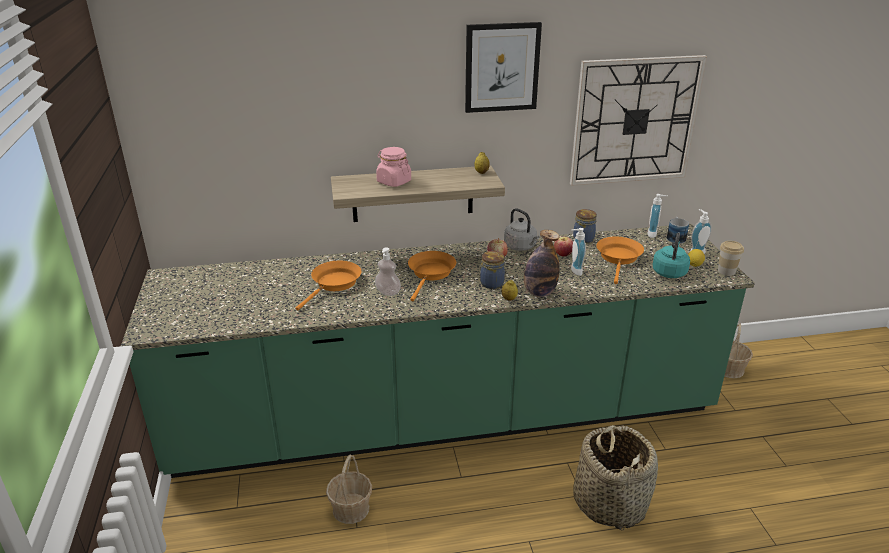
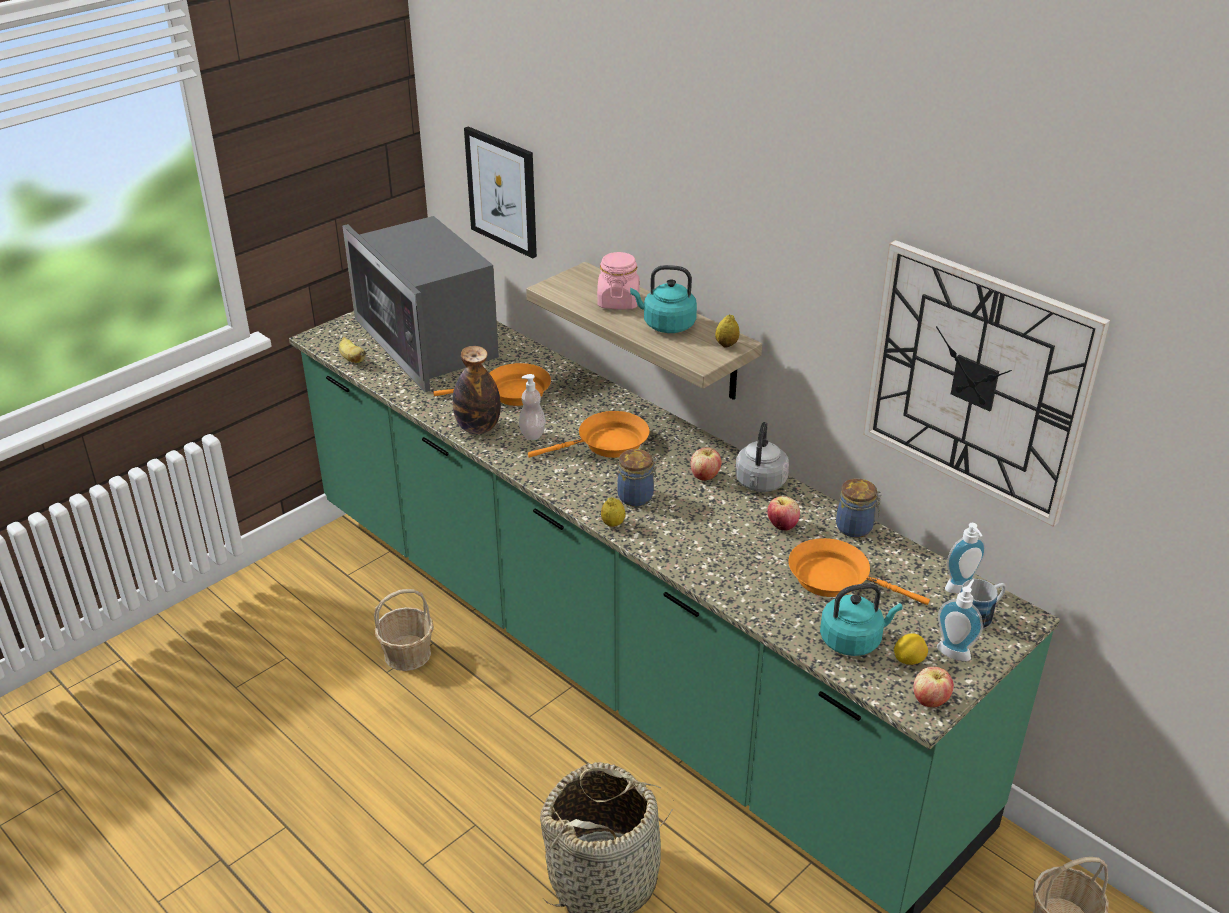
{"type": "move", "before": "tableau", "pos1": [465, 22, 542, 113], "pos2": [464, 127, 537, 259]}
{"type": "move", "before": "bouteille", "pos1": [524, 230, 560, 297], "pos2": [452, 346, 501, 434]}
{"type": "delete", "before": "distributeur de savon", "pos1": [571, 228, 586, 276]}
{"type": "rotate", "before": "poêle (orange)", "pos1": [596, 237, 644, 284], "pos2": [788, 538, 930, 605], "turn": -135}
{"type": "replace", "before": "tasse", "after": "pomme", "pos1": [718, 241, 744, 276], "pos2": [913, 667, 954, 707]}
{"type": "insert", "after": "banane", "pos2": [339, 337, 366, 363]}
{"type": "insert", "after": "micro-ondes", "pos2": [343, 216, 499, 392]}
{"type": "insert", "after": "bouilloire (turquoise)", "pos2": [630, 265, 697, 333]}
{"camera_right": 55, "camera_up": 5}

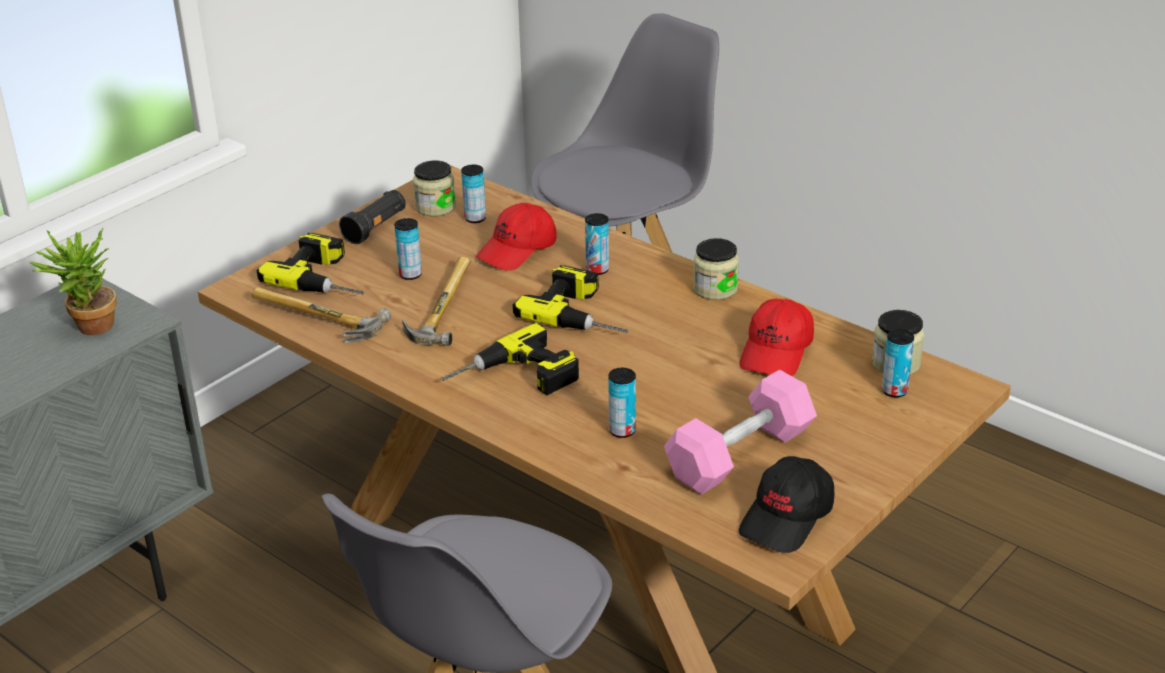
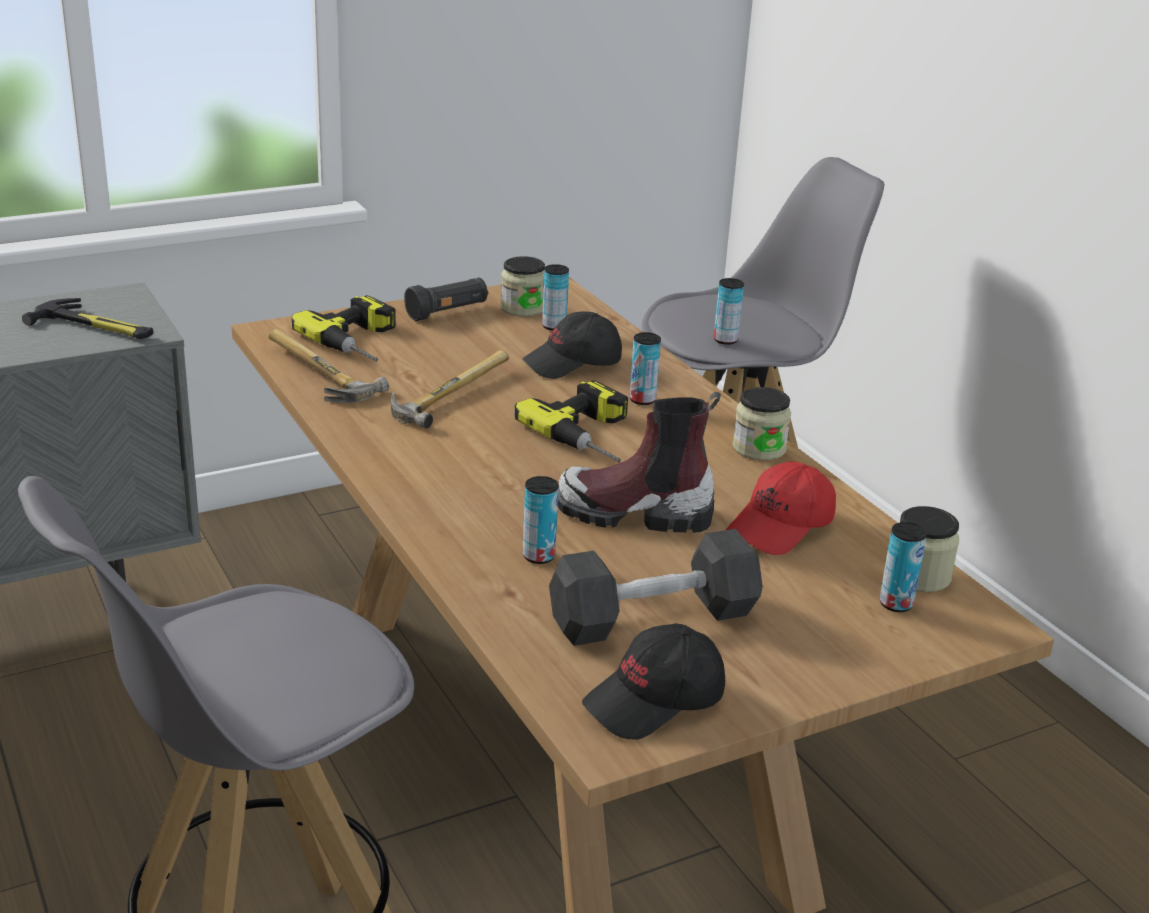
{"type": "replace", "before": "plante en pot", "after": "marteau", "pos1": [29, 227, 117, 335], "pos2": [22, 298, 153, 339]}
{"type": "move", "before": "boîte métallique", "pos1": [394, 218, 422, 280], "pos2": [714, 278, 744, 345]}
{"type": "delete", "before": "perceuse", "pos1": [442, 323, 579, 395]}
{"type": "recolor", "before": "casquette (rouge)", "after": "casquette (noir)", "pos1": [476, 203, 557, 271], "pos2": [523, 311, 622, 379]}
{"type": "recolor", "before": "haltère (rose)", "after": "haltère (noir)", "pos1": [664, 370, 817, 495], "pos2": [549, 529, 763, 646]}
{"type": "insert", "after": "botte", "pos2": [558, 392, 721, 533]}
{"camera_right": 20, "camera_up": -5}

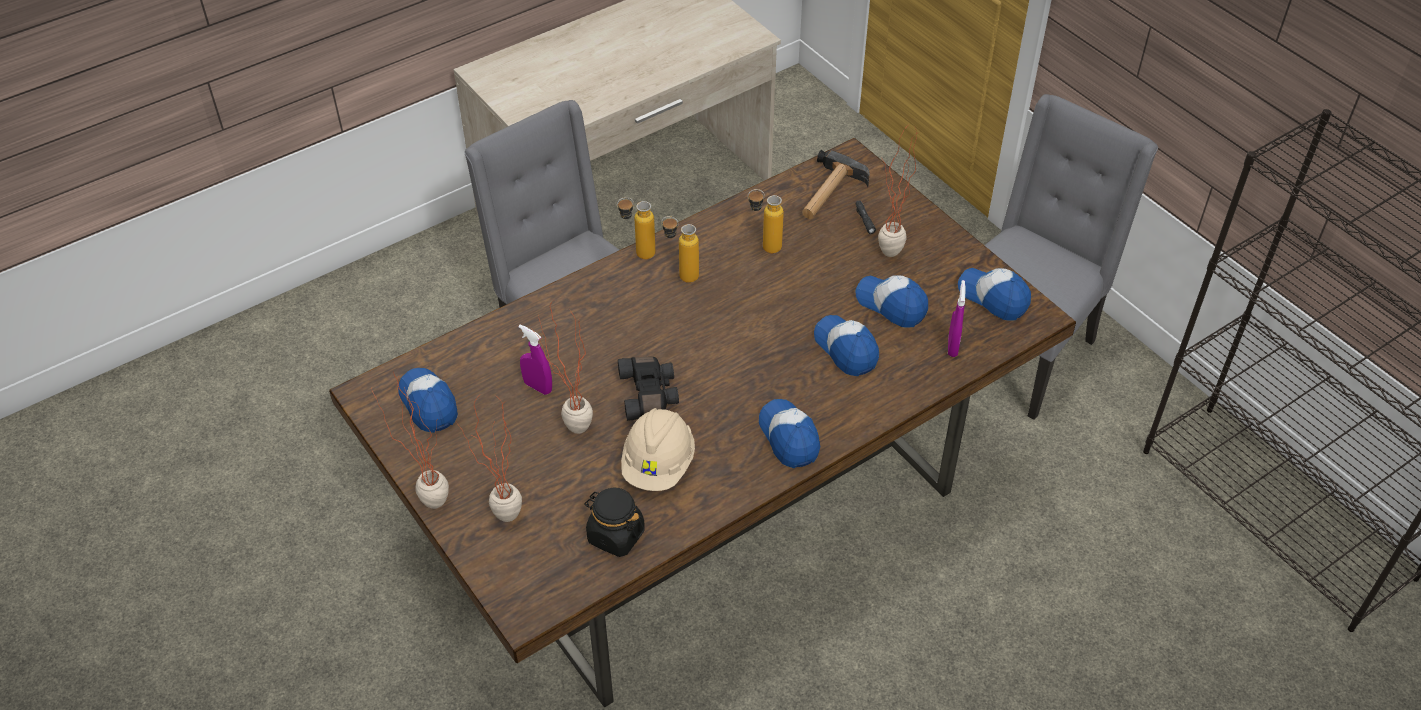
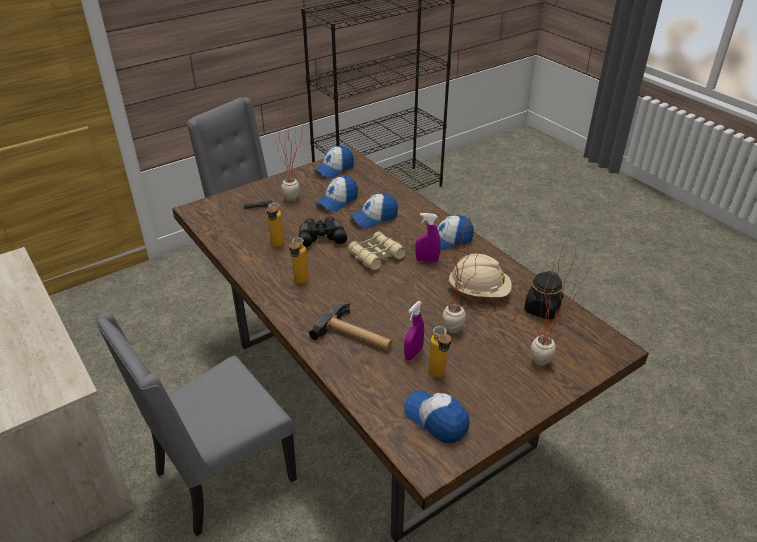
{"type": "delete", "before": "plante en pot", "pos1": [371, 371, 449, 509]}
{"type": "rotate", "before": "casquette", "pos1": [398, 368, 458, 433], "pos2": [404, 390, 470, 443], "turn": 75}
{"type": "move", "before": "bouteille", "pos1": [617, 197, 655, 259], "pos2": [428, 326, 451, 377]}
{"type": "move", "before": "jumelles (noir)", "pos1": [618, 357, 679, 421], "pos2": [299, 217, 347, 248]}
{"type": "move", "before": "marteau", "pos1": [802, 150, 870, 219], "pos2": [309, 303, 393, 350]}
{"type": "move", "before": "vaporisateur (violet)", "pos1": [948, 280, 966, 357], "pos2": [415, 213, 441, 262]}
{"type": "insert", "after": "jumelles (beige)", "pos2": [348, 231, 406, 270]}
{"camera_right": -90, "camera_up": -10}

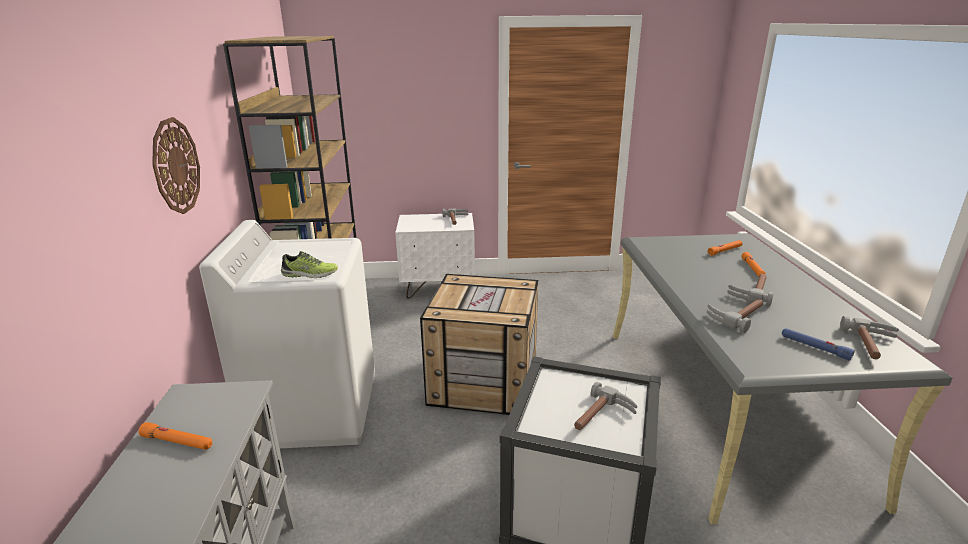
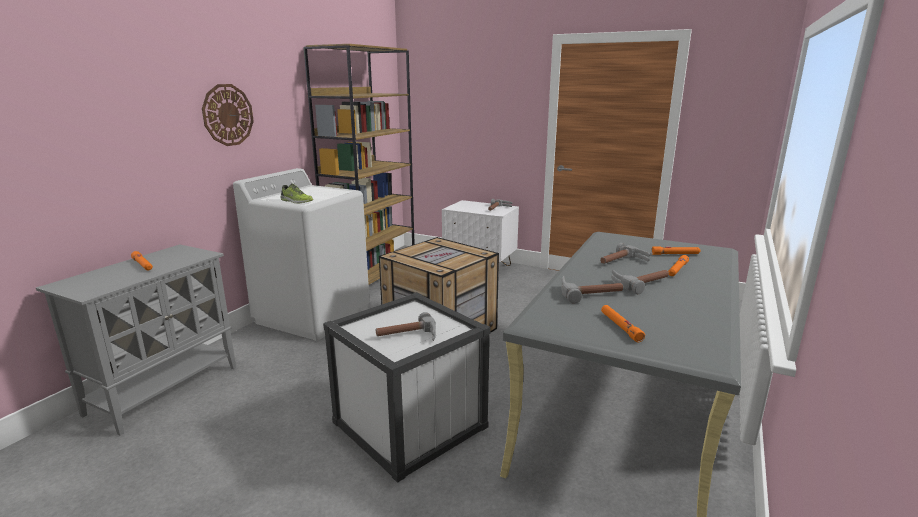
{"type": "recolor", "before": "lampe de poche (bleu)", "after": "lampe de poche (orange)", "pos1": [782, 328, 855, 361], "pos2": [601, 305, 645, 342]}
{"type": "move", "before": "marteau", "pos1": [840, 316, 899, 359], "pos2": [600, 243, 650, 264]}
{"camera_right": 30, "camera_up": -5}

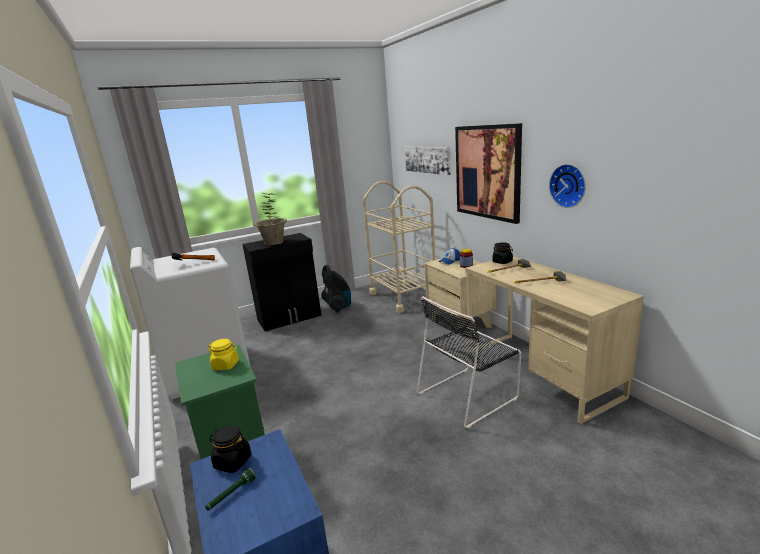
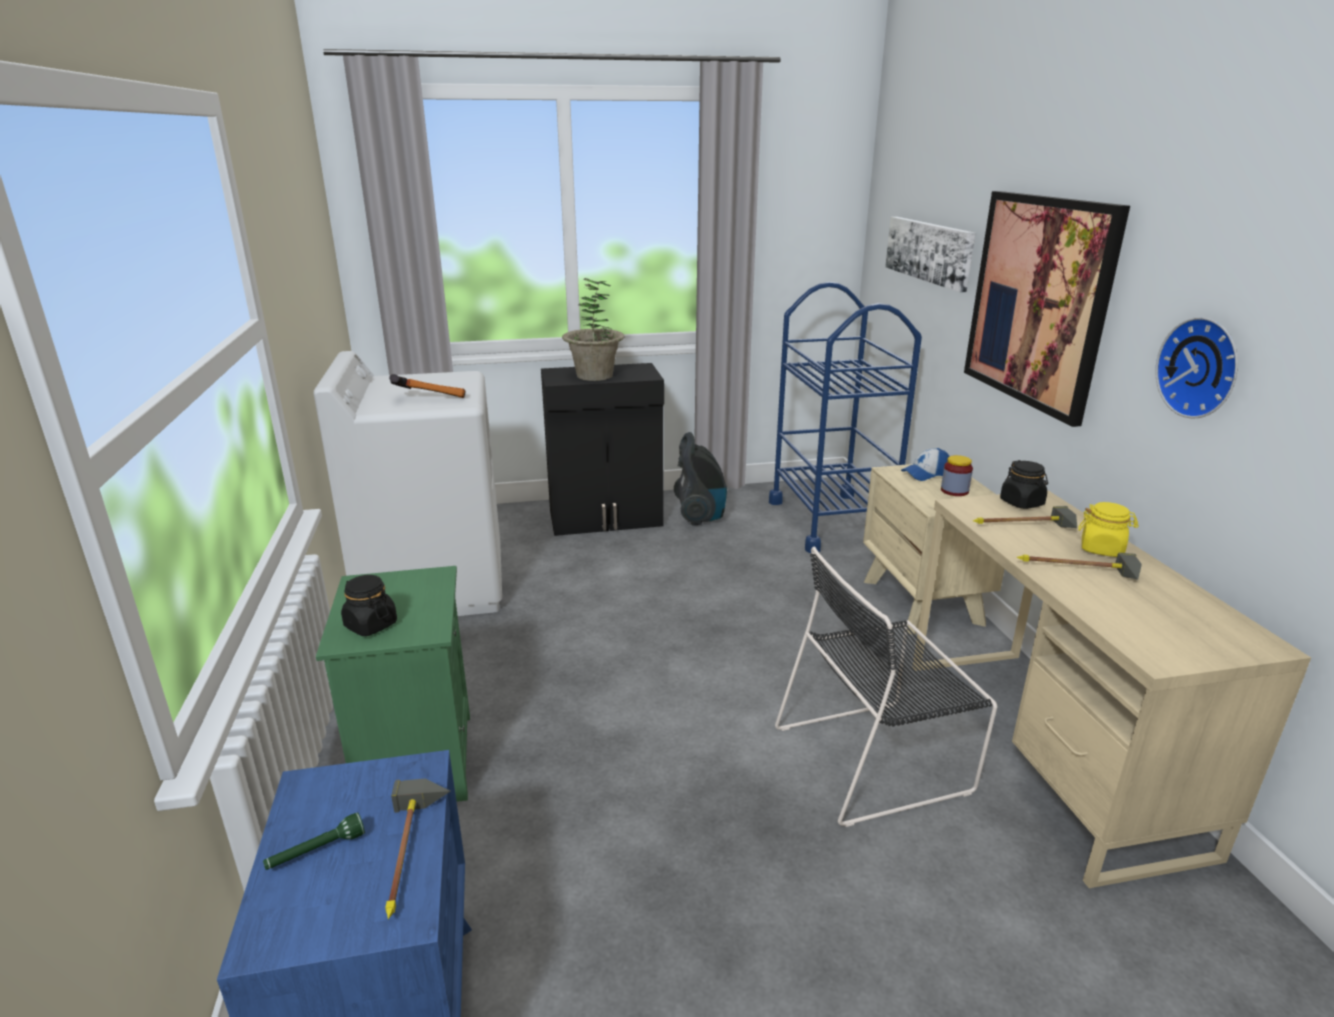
{"type": "move", "before": "bocal (jaune)", "pos1": [208, 339, 239, 370], "pos2": [1078, 502, 1138, 557]}
{"type": "move", "before": "bocal (noir)", "pos1": [209, 425, 252, 473], "pos2": [341, 575, 397, 636]}
{"type": "recolor", "before": "chariot (beige)", "after": "chariot (bleu)", "pos1": [363, 181, 435, 313], "pos2": [769, 282, 922, 553]}
{"type": "insert", "after": "marteau", "pos2": [385, 779, 451, 919]}
{"camera_right": 15, "camera_up": 5}

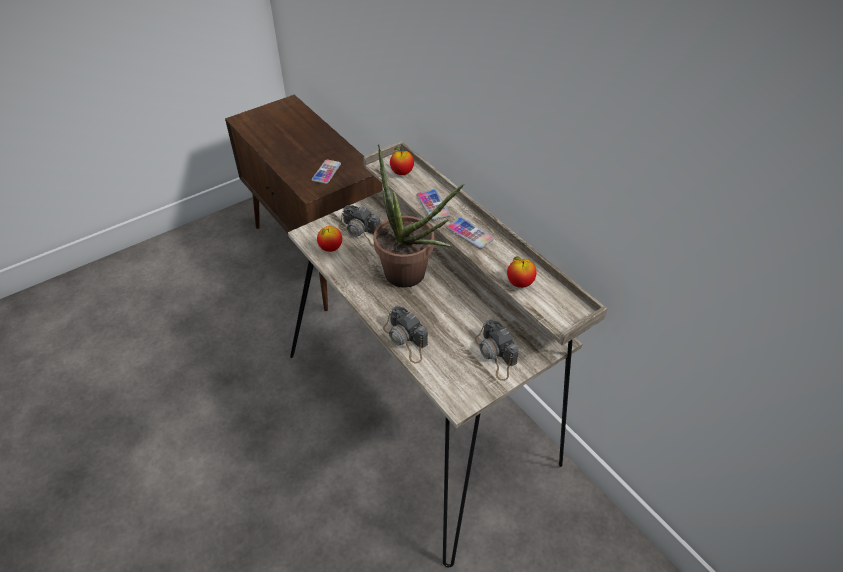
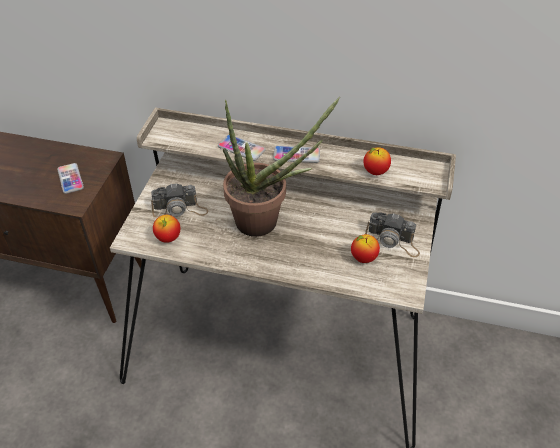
{"type": "delete", "before": "appareil photo", "pos1": [383, 305, 428, 364]}
{"type": "move", "before": "pomme", "pos1": [390, 147, 414, 175], "pos2": [351, 234, 380, 263]}
{"camera_right": -40, "camera_up": 0}

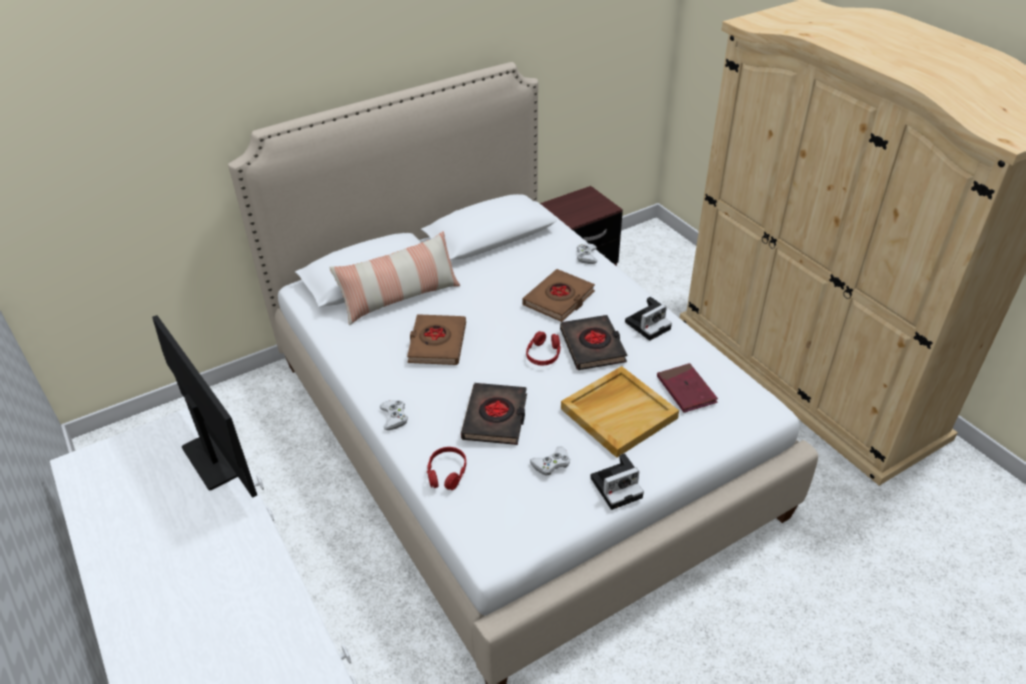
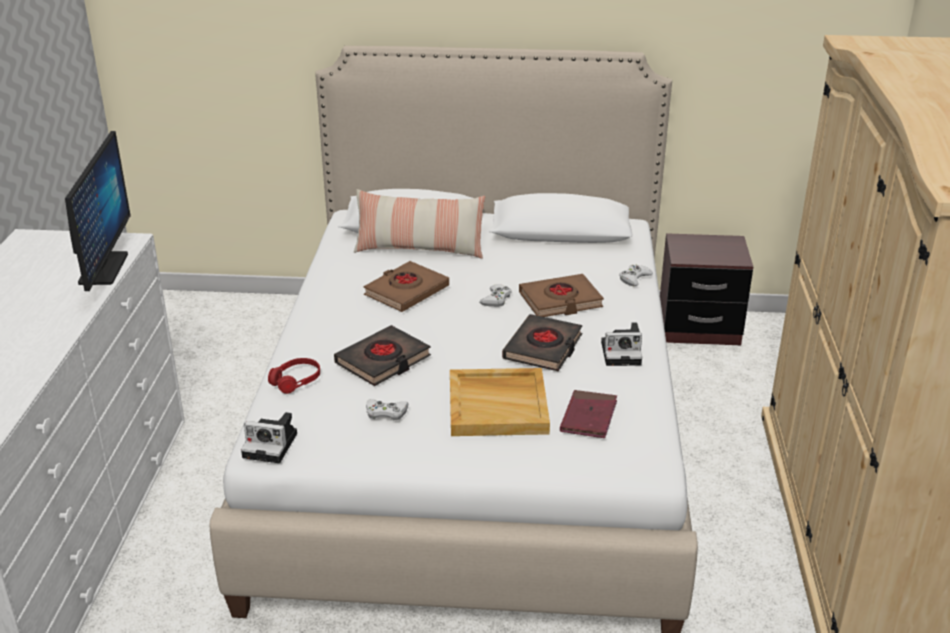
{"type": "move", "before": "manette (blanc)", "pos1": [380, 400, 408, 430], "pos2": [480, 285, 512, 307]}
{"type": "delete", "before": "casque audio (rouge)", "pos1": [526, 331, 561, 365]}
{"type": "move", "before": "appareil photo", "pos1": [590, 453, 644, 510], "pos2": [241, 412, 297, 463]}
{"camera_right": 35, "camera_up": -10}

